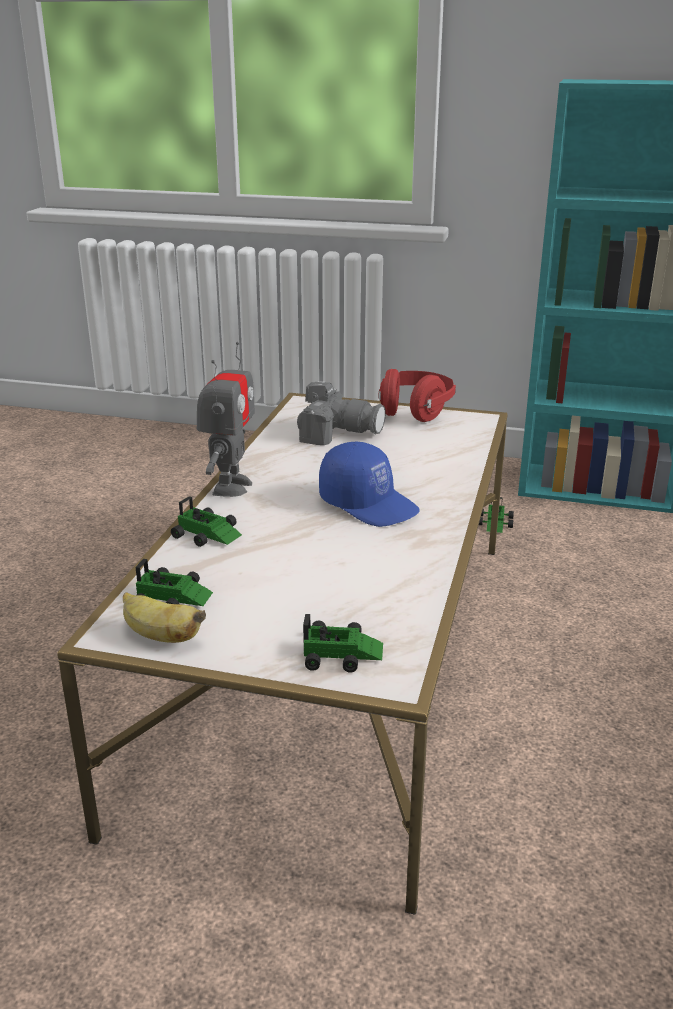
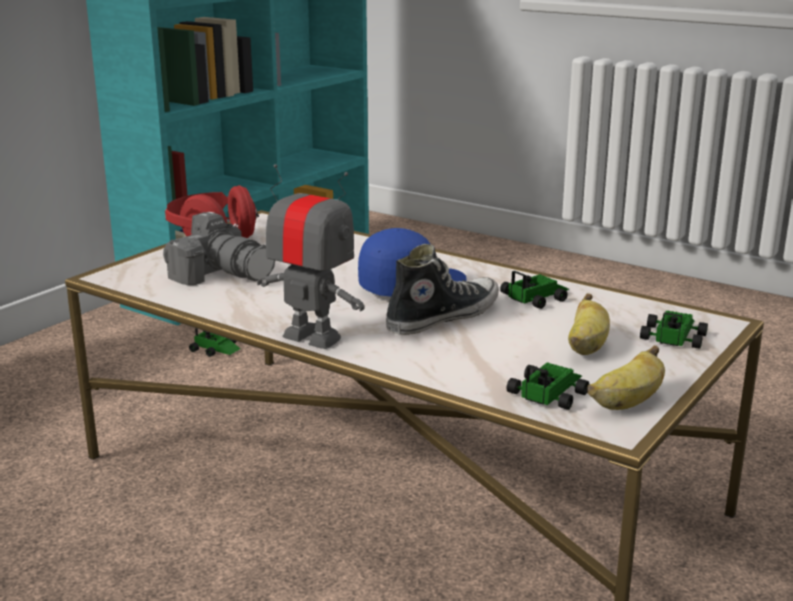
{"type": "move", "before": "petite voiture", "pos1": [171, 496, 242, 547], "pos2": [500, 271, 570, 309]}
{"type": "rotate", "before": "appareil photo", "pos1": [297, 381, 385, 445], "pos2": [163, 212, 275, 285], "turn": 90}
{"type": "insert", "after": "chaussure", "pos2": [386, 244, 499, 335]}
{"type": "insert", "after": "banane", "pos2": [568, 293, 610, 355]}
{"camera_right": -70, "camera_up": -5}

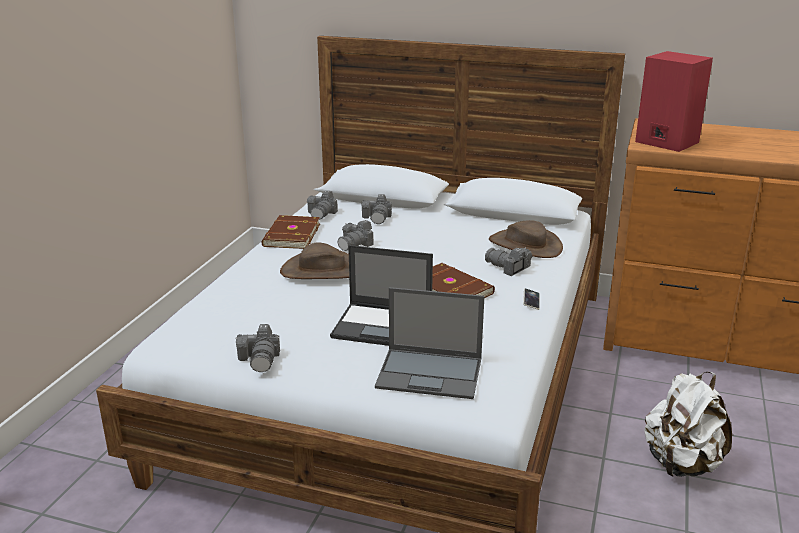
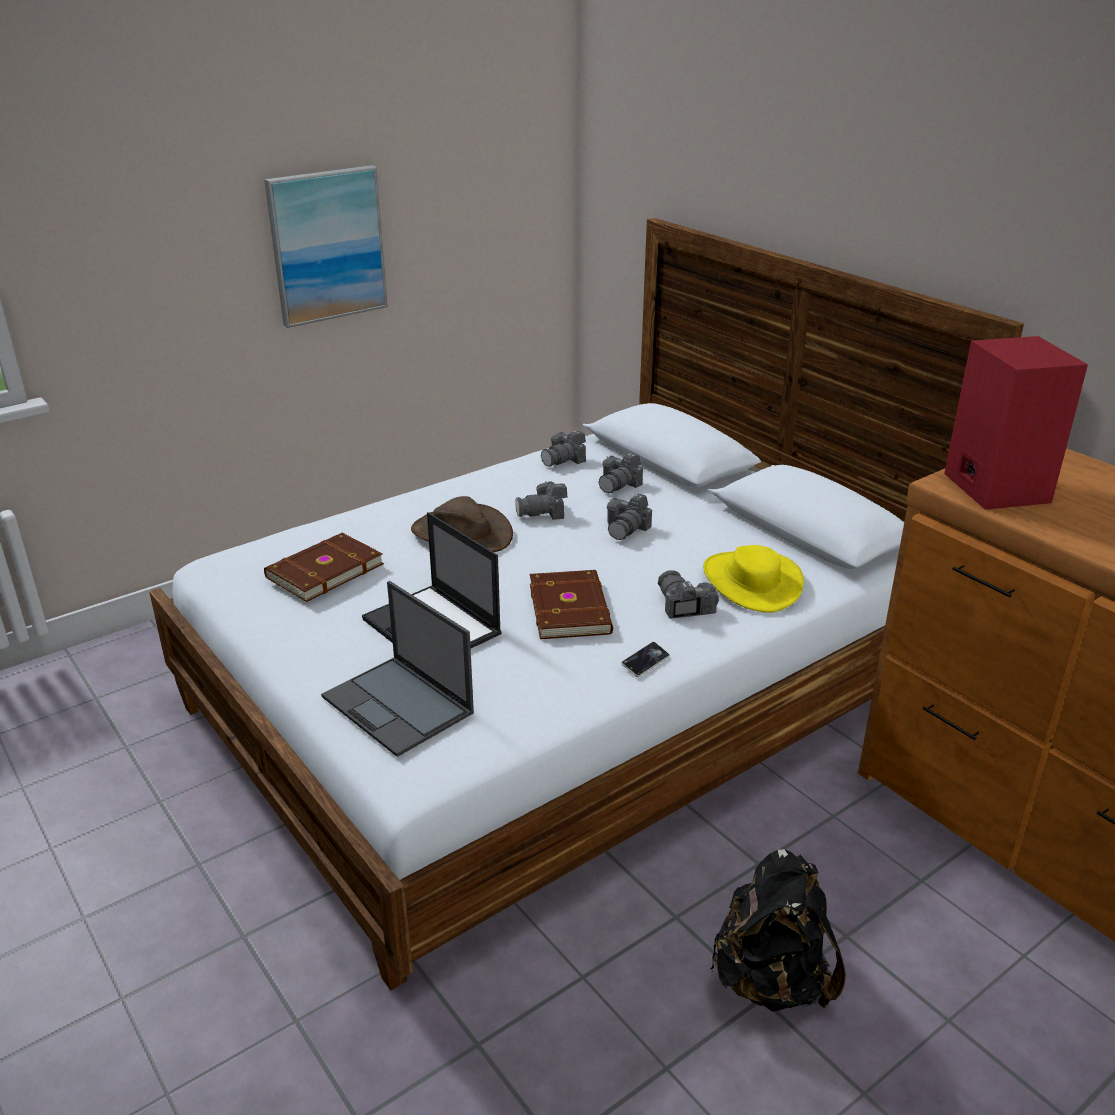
{"type": "move", "before": "appareil photo", "pos1": [235, 324, 280, 372], "pos2": [607, 494, 652, 540]}
{"type": "move", "before": "livre (marron)", "pos1": [262, 215, 320, 249], "pos2": [264, 533, 384, 602]}
{"type": "recolor", "before": "chapeau (marron)", "after": "chapeau (jaune)", "pos1": [489, 220, 563, 258], "pos2": [703, 545, 804, 613]}
{"type": "recolor", "before": "sac à dos (blanc)", "after": "sac à dos (noir)", "pos1": [644, 372, 732, 477], "pos2": [711, 849, 846, 1012]}
{"type": "insert", "after": "tableau", "pos2": [264, 165, 388, 328]}
{"camera_right": 35, "camera_up": 5}

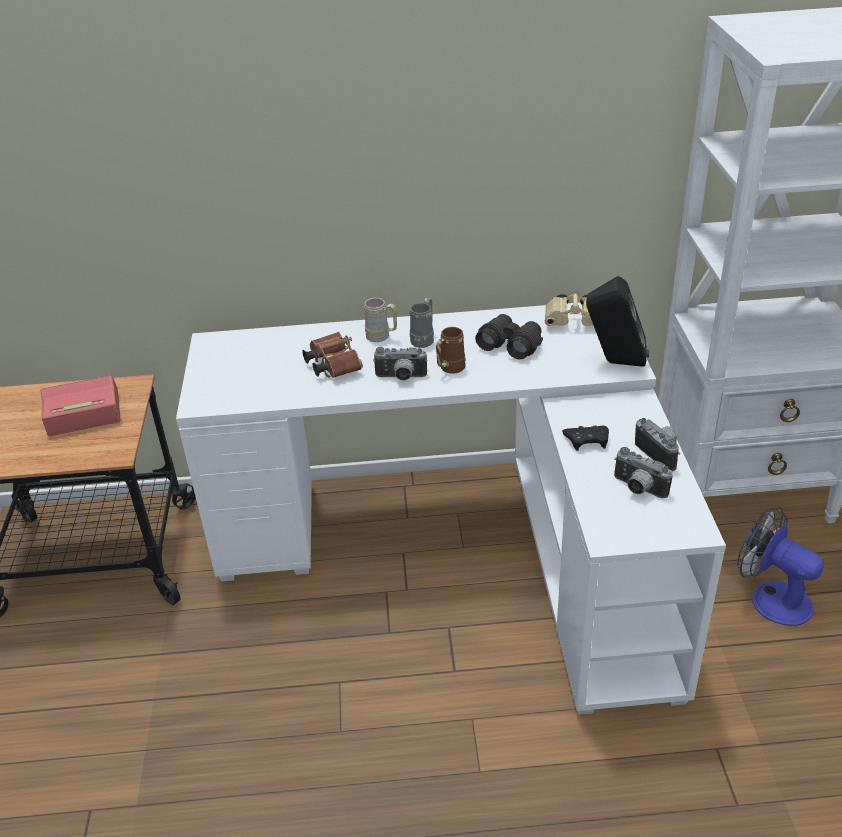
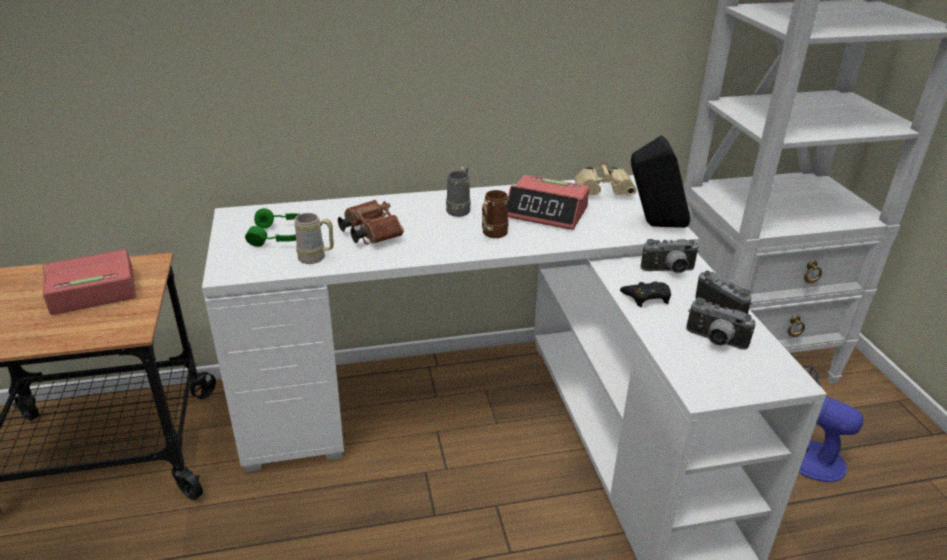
{"type": "move", "before": "mug (beige)", "pos1": [364, 298, 397, 342], "pos2": [294, 213, 334, 264]}
{"type": "move", "before": "appareil photo", "pos1": [373, 347, 427, 381], "pos2": [640, 239, 699, 273]}
{"type": "replace", "before": "jumelles (noir)", "after": "réveil", "pos1": [475, 314, 543, 359], "pos2": [508, 175, 590, 230]}
{"type": "insert", "after": "casque audio (vert)", "pos2": [245, 208, 299, 247]}
{"camera_right": -10, "camera_up": -5}

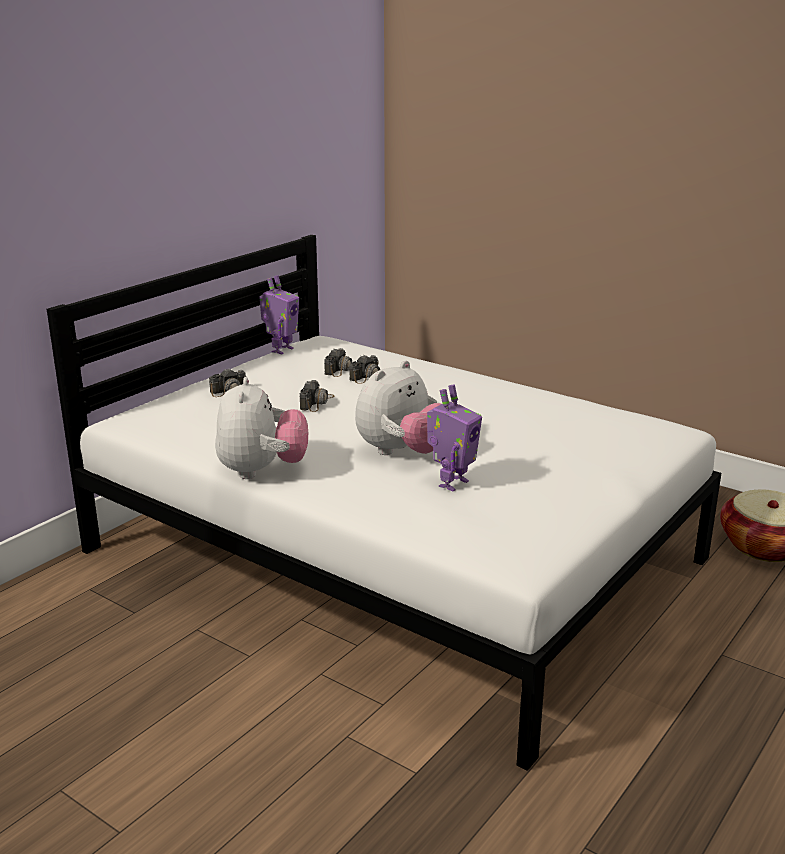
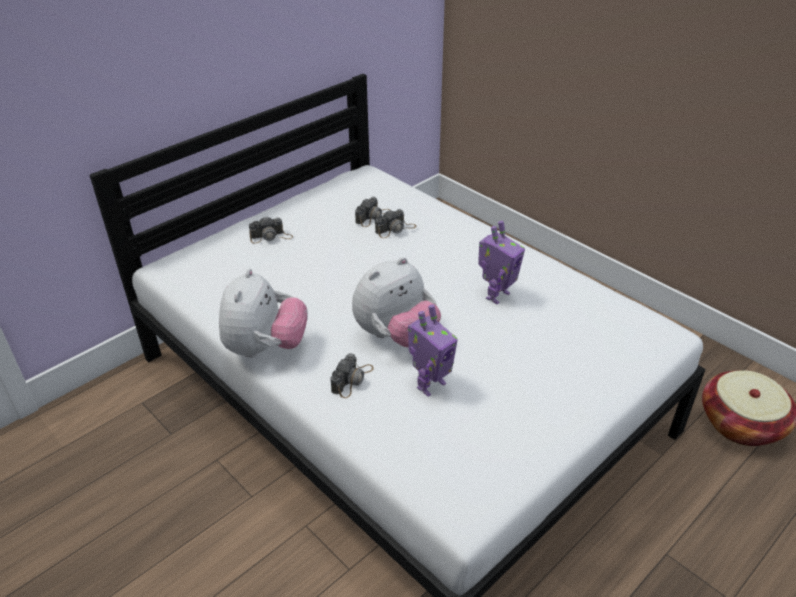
{"type": "move", "before": "robot jouet", "pos1": [259, 275, 299, 354], "pos2": [478, 221, 525, 304]}
{"type": "move", "before": "appareil photo", "pos1": [300, 380, 334, 412], "pos2": [330, 353, 374, 398]}
{"camera_right": 10, "camera_up": 15}

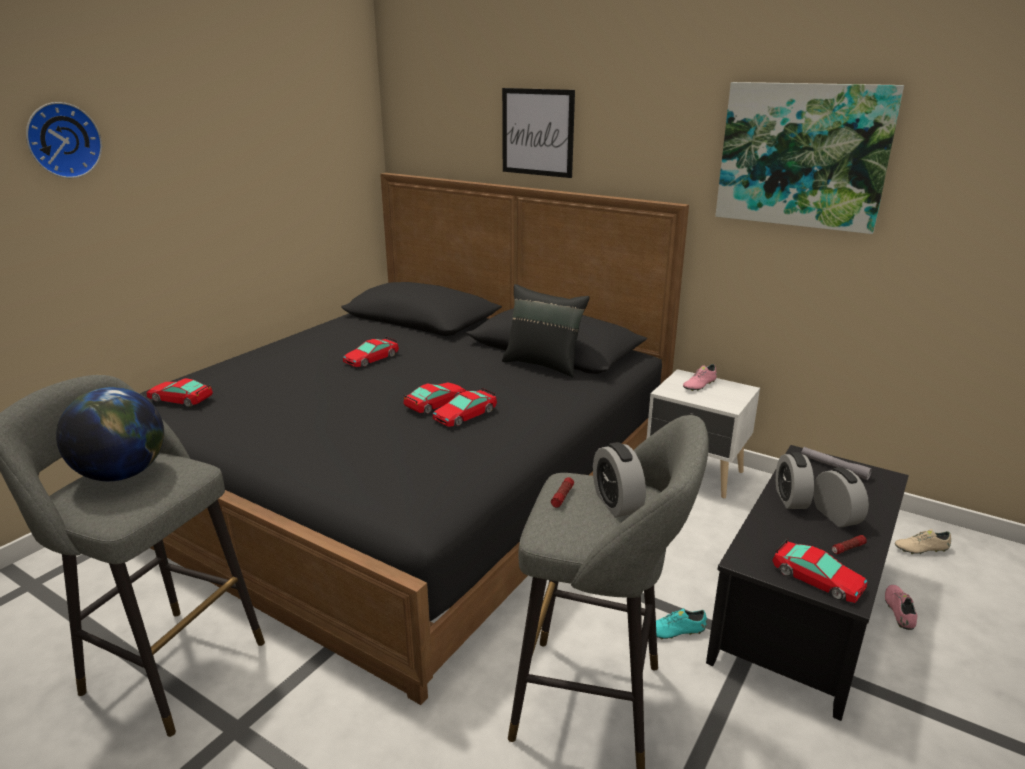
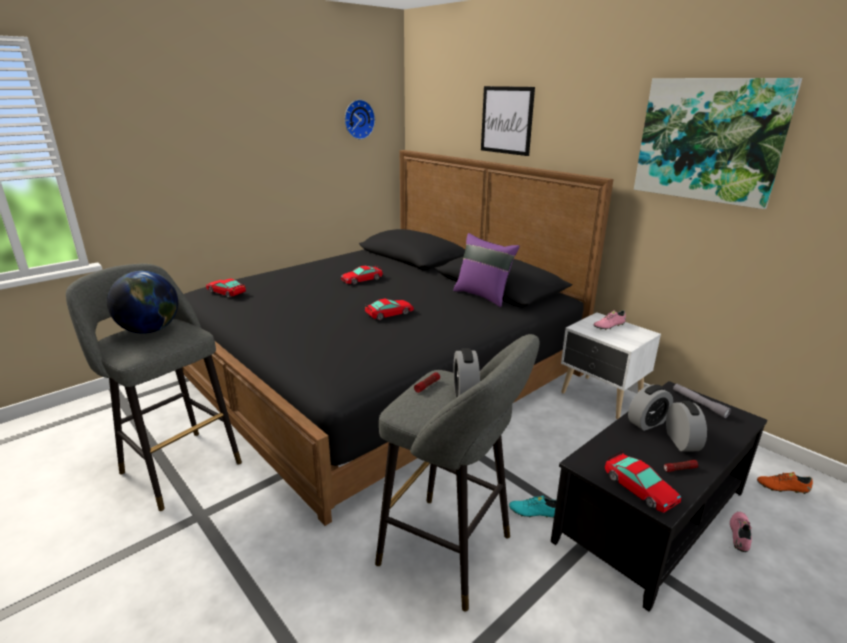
{"type": "move", "before": "horloge murale", "pos1": [26, 102, 102, 178], "pos2": [345, 99, 375, 139]}
{"type": "delete", "before": "petite voiture", "pos1": [433, 388, 497, 427]}
{"type": "recolor", "before": "coussin (noir)", "after": "coussin (violet)", "pos1": [502, 284, 590, 377], "pos2": [453, 233, 520, 307]}
{"type": "rotate", "before": "réveil", "pos1": [776, 452, 814, 509], "pos2": [628, 384, 673, 431], "turn": -135}
{"type": "recolor", "before": "chaussure (beige)", "after": "chaussure (orange)", "pos1": [895, 529, 951, 554], "pos2": [757, 472, 813, 494]}
{"camera_right": 15, "camera_up": 0}

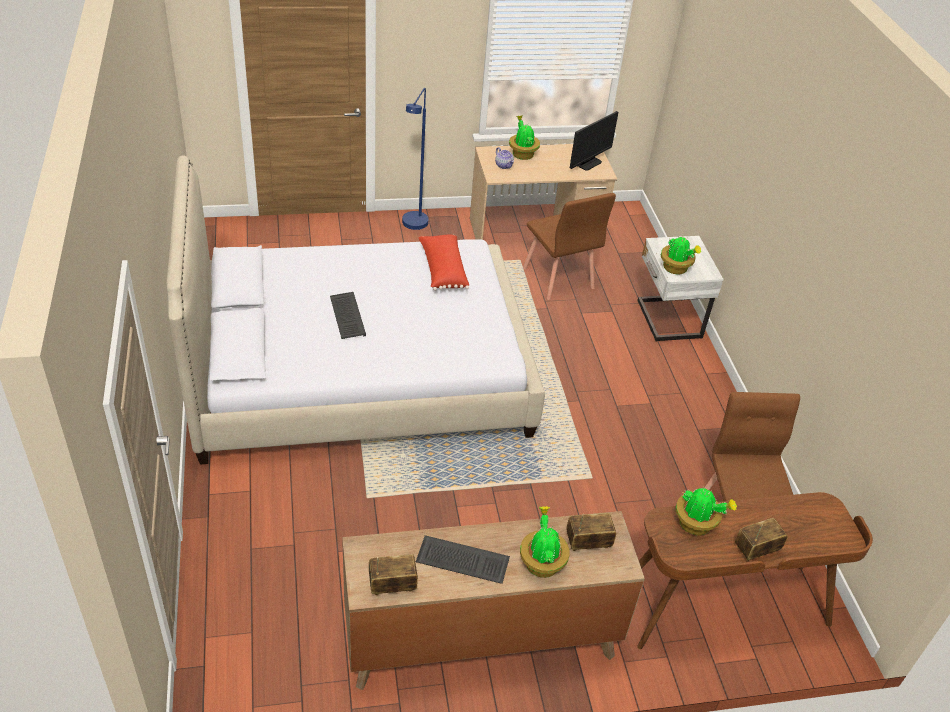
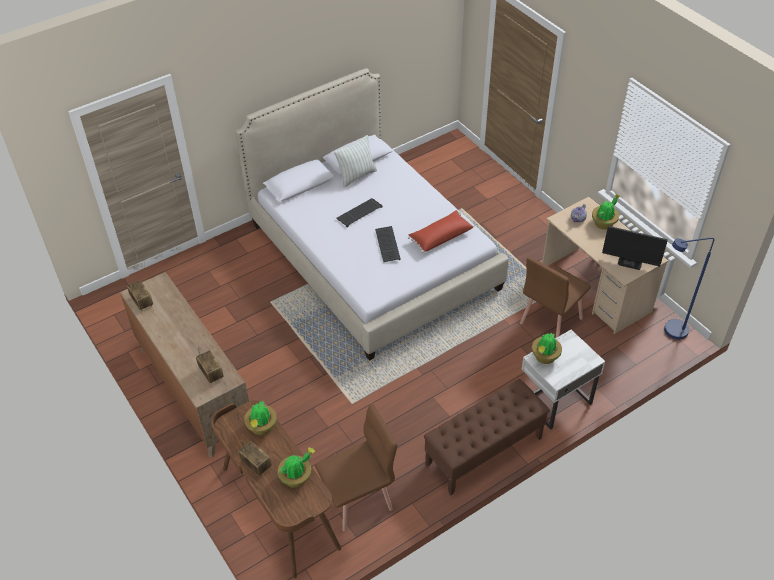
{"type": "move", "before": "lampadaire (bleu)", "pos1": [402, 88, 429, 230], "pos2": [664, 238, 714, 340]}
{"type": "move", "before": "clavier", "pos1": [416, 535, 510, 584], "pos2": [375, 226, 400, 262]}
{"type": "move", "before": "plante en pot", "pos1": [520, 506, 570, 578], "pos2": [278, 447, 315, 488]}
{"type": "insert", "after": "coussin", "pos2": [334, 135, 377, 188]}
{"type": "insert", "after": "banc (marron)", "pos2": [424, 379, 550, 495]}
{"camera_right": 70, "camera_up": 5}

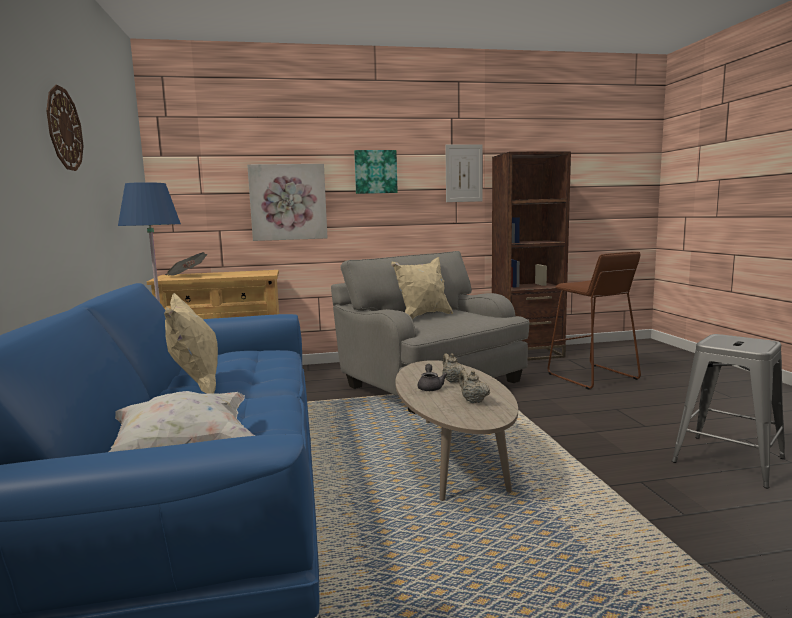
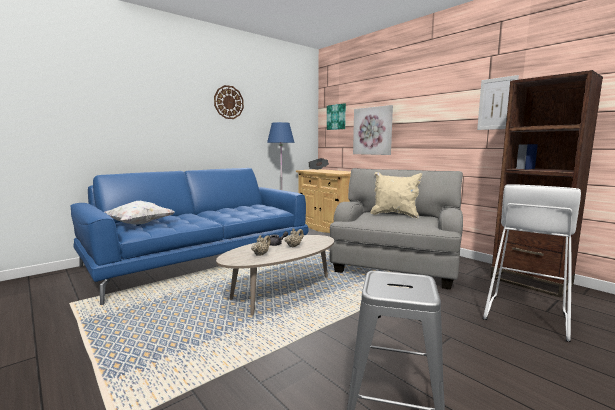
{"type": "delete", "before": "coussin (beige)", "pos1": [164, 293, 218, 394]}
{"type": "move", "before": "tableau", "pos1": [354, 150, 398, 194], "pos2": [327, 104, 346, 130]}
{"type": "recolor", "before": "tabouret (marron)", "after": "tabouret (blanc)", "pos1": [548, 252, 641, 390], "pos2": [483, 184, 581, 342]}
{"camera_right": 60, "camera_up": 0}

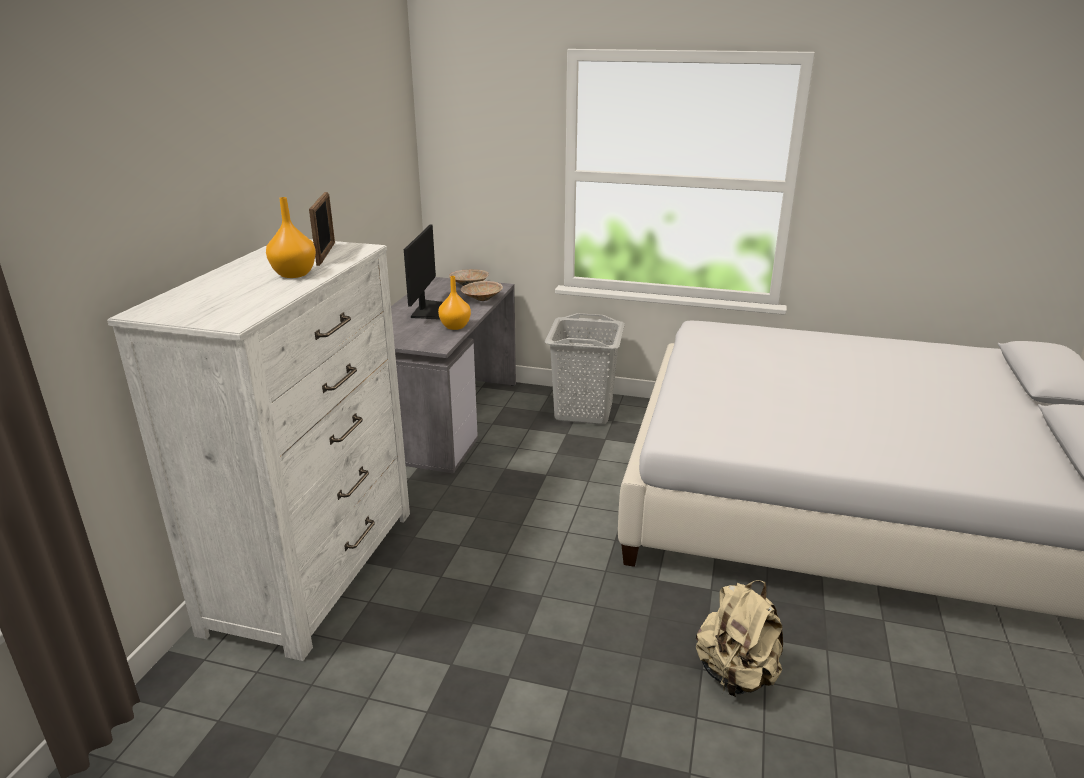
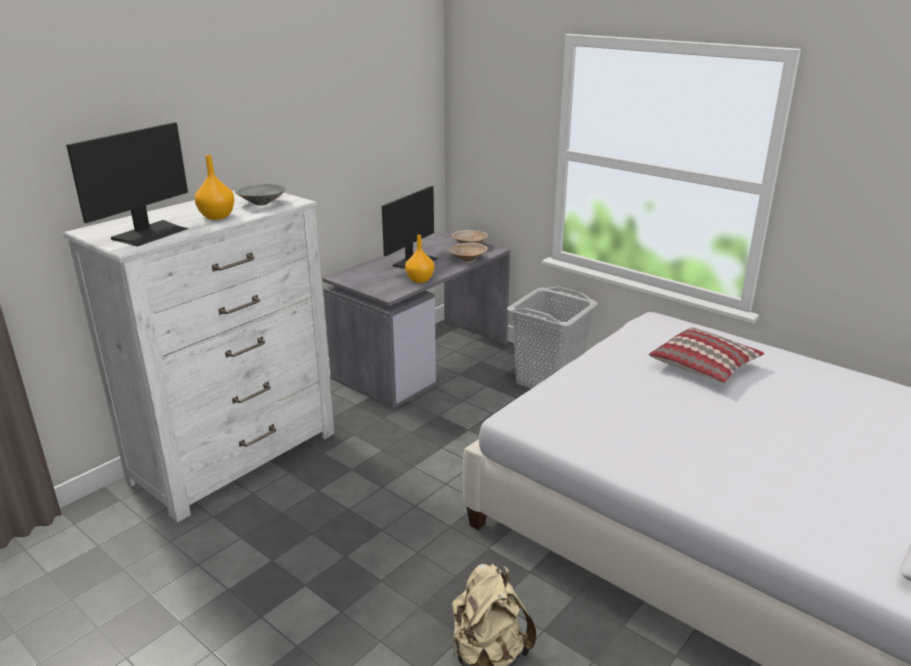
{"type": "replace", "before": "cadre photo", "after": "bol (gris)", "pos1": [309, 192, 335, 266], "pos2": [234, 183, 286, 206]}
{"type": "insert", "after": "écran d'ordinateur", "pos2": [66, 122, 189, 247]}
{"type": "insert", "after": "coussin", "pos2": [649, 328, 764, 383]}
{"camera_right": 25, "camera_up": 0}

